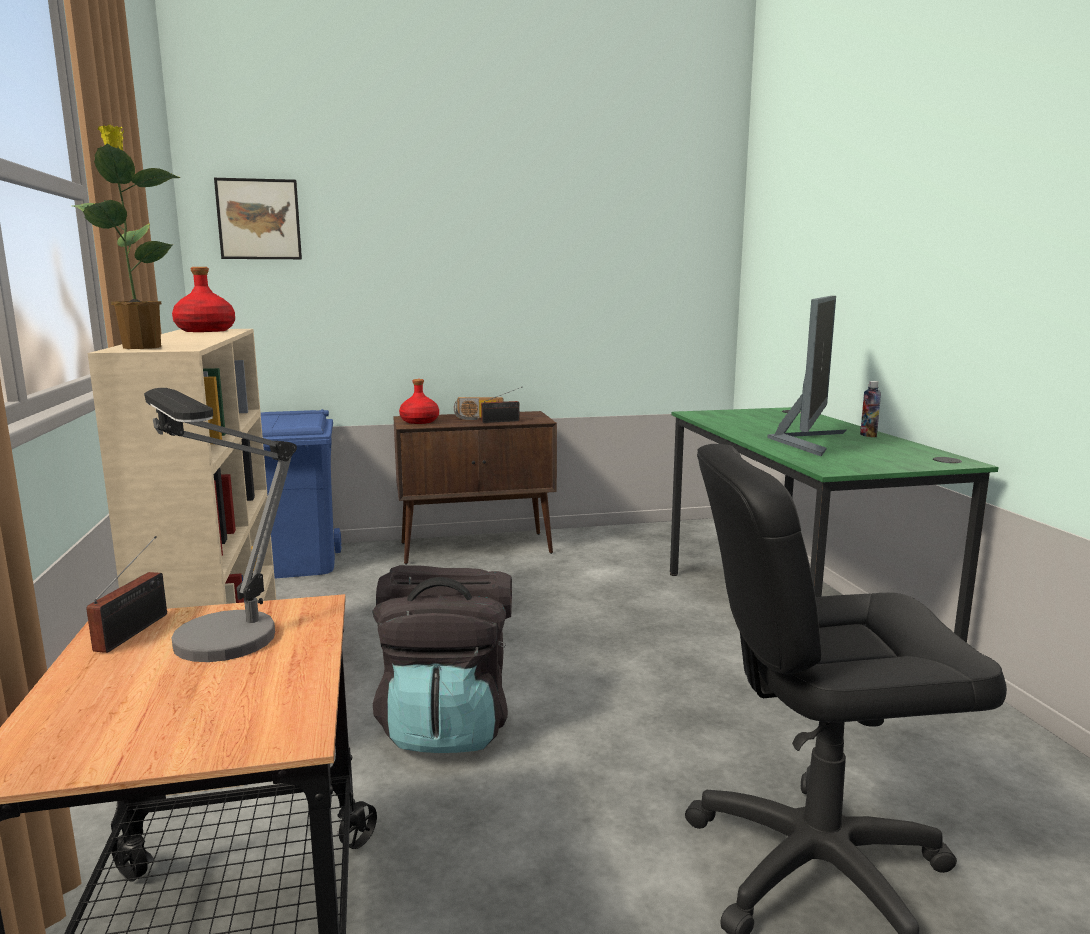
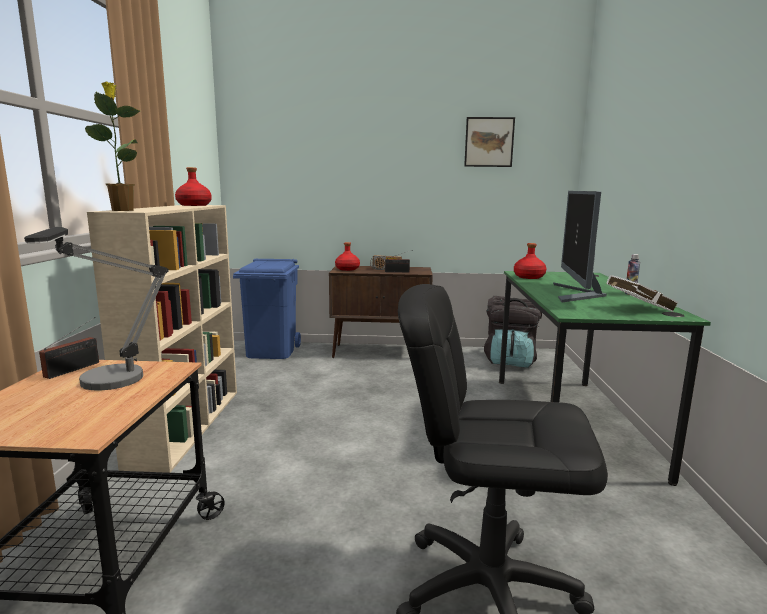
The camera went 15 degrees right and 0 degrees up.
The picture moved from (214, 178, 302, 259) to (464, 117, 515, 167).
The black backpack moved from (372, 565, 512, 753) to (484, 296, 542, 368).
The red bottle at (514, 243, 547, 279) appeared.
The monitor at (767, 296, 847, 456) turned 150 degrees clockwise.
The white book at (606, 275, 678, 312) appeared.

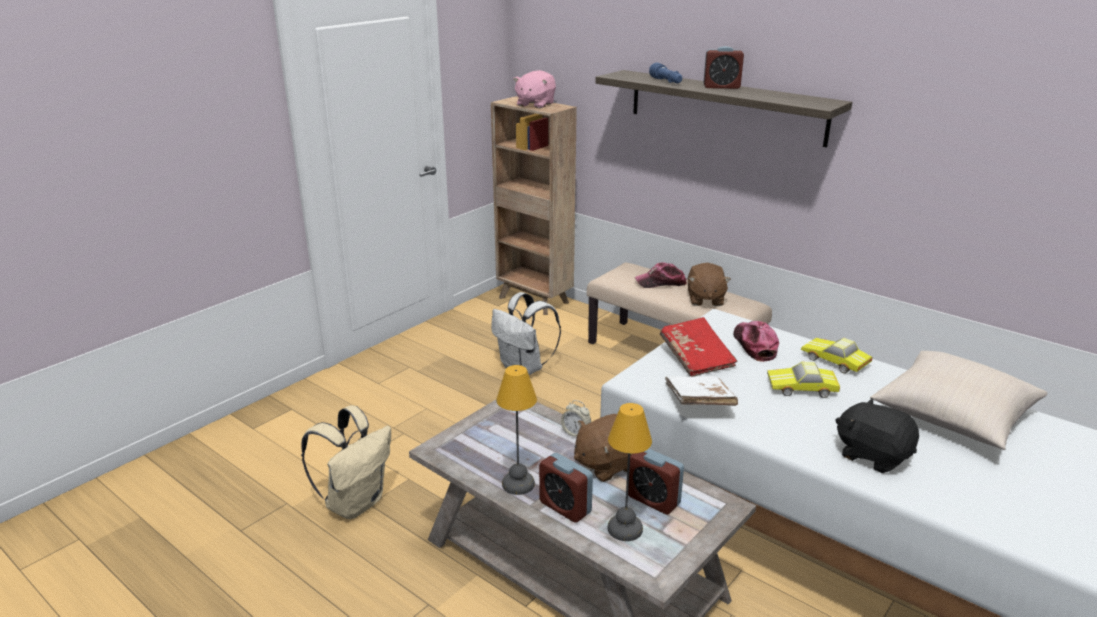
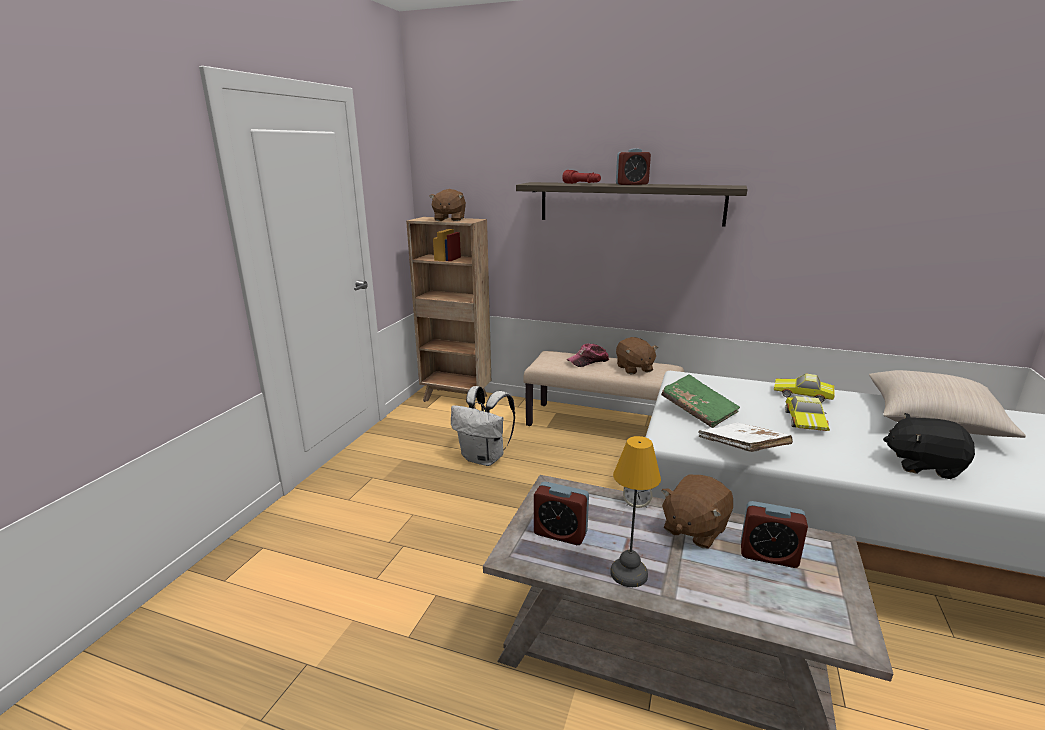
The camera went 20 degrees left and 5 degrees down.
The pink plush toy at (513, 70, 556, 108) became the brown plush toy at (430, 189, 466, 221).
The alarm clock moved from (539, 453, 593, 523) to (534, 481, 589, 545).
The blue flashlight at (649, 63, 682, 83) became the red flashlight at (563, 170, 601, 184).
The red book at (660, 317, 737, 377) became the green book at (661, 374, 740, 428).
The toy car at (767, 361, 840, 398) turned 60 degrees counterclockwise.
The beige backpack at (301, 405, 391, 519) disappeared.
The table lamp at (608, 403, 652, 541) disappeared.
The cap at (733, 321, 779, 362) disappeared.

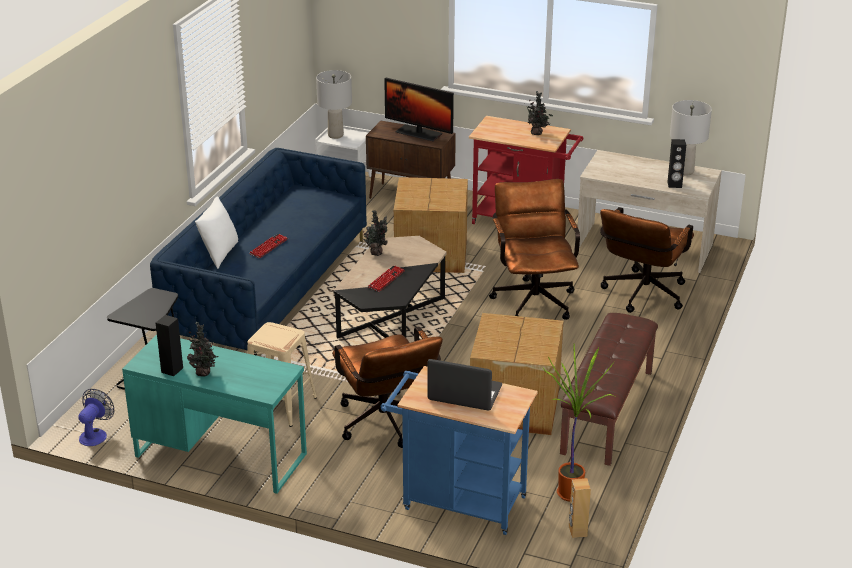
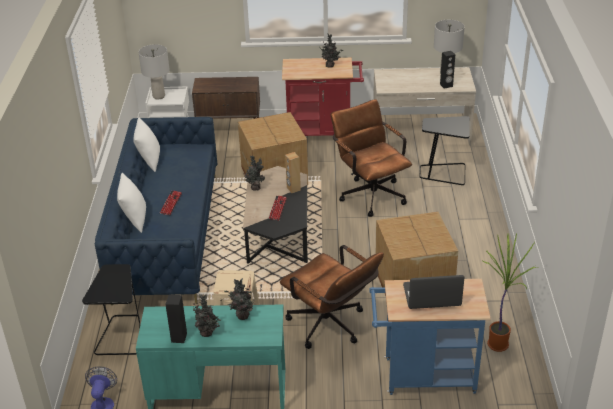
The camera went 20 degrees left and 5 degrees up.
The white pillow at (133, 118, 160, 172) appeared.
The potted plant at (224, 278, 254, 320) appeared.
The brown speaker moved from (569, 478, 591, 538) to (285, 152, 301, 193).
The brown office chair at (600, 207, 694, 313) was replaced by the black side table at (419, 116, 470, 185).
The monitor at (384, 78, 454, 141) disappeared.
The brown bench at (560, 313, 658, 466) disappeared.

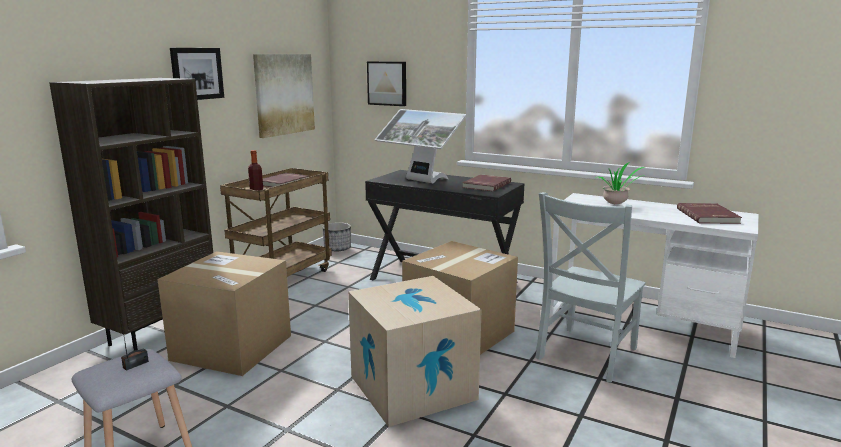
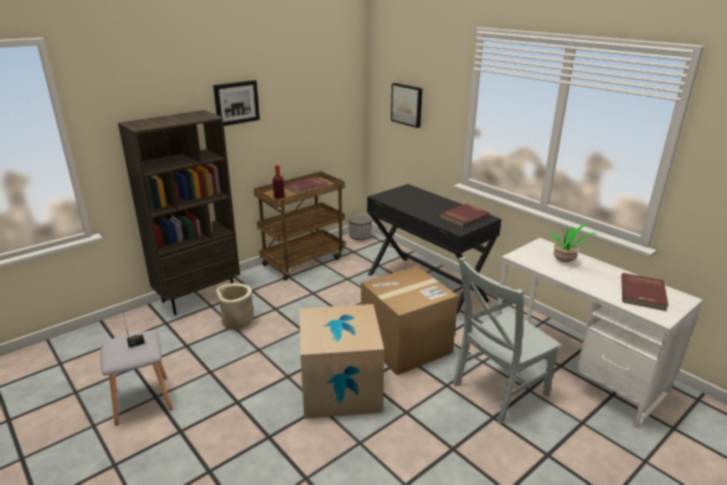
The camera went 20 degrees right and 10 degrees up.
The cardboard box at (157, 251, 291, 376) was replaced by the beige planter at (216, 283, 254, 330).
The picture at (253, 54, 315, 138) disappeared.
The monitor at (375, 109, 467, 183) disappeared.

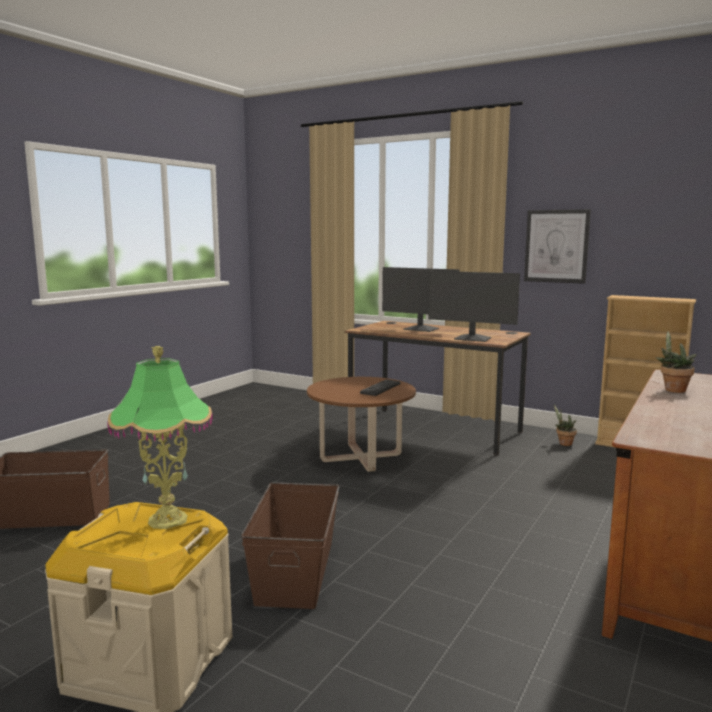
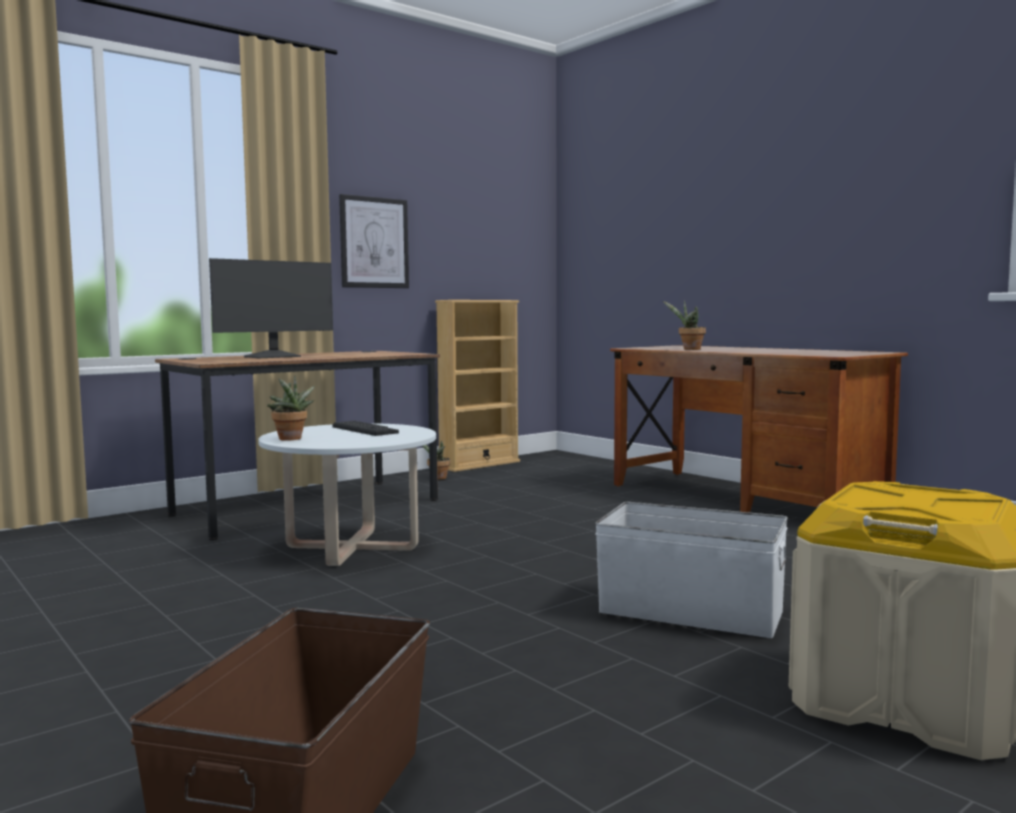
The camera went 70 degrees left and 5 degrees down.
The brown coffee table at (307, 377, 416, 472) became the white coffee table at (258, 423, 436, 566).
The potted plant at (267, 376, 315, 441) appeared.
The brown storage box at (241, 482, 339, 609) became the white storage box at (595, 502, 788, 638).
The table lamp at (107, 346, 213, 529) disappeared.
The monitor at (429, 271, 520, 342) disappeared.

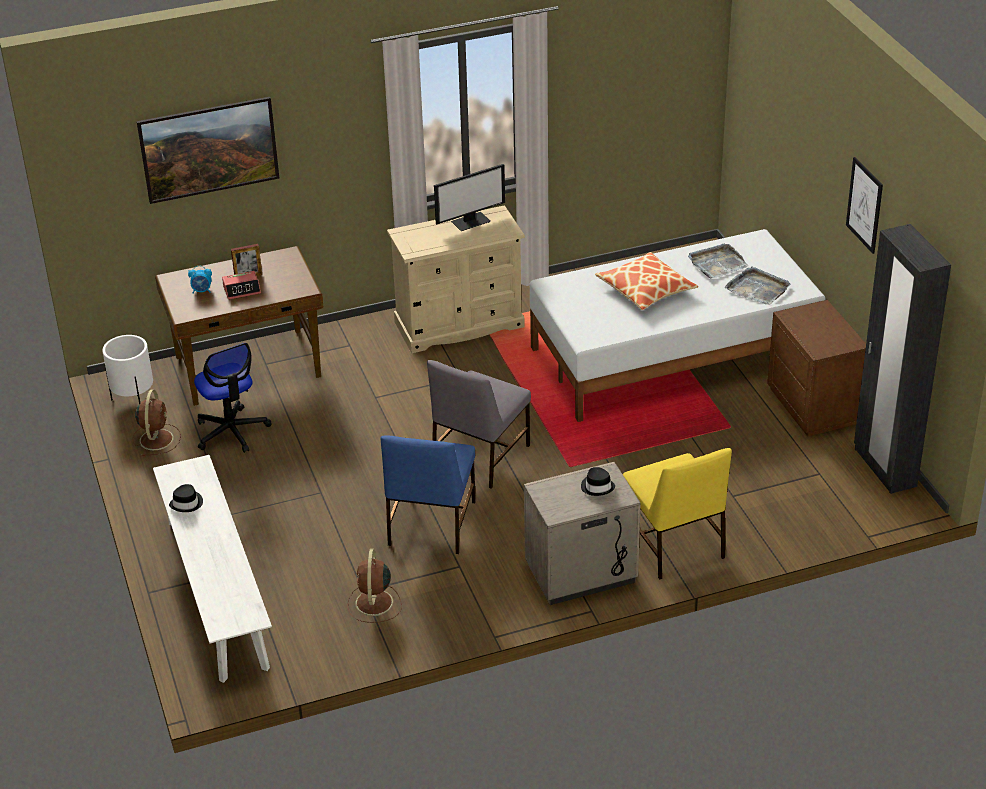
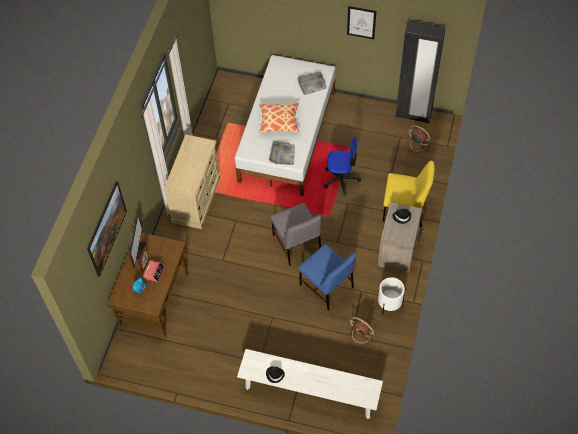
The camera went 55 degrees left and 20 degrees up.
The monitor moved from (434, 164, 505, 231) to (129, 214, 146, 268).
The grey tray moved from (688, 244, 748, 279) to (269, 141, 295, 165).
The office chair moved from (194, 343, 272, 453) to (324, 137, 361, 196).
The white planter moved from (102, 335, 153, 404) to (378, 277, 405, 315).
The brown fan moved from (132, 390, 181, 456) to (405, 125, 431, 154).
The brown nightstand at (767, 300, 866, 437) disappeared.

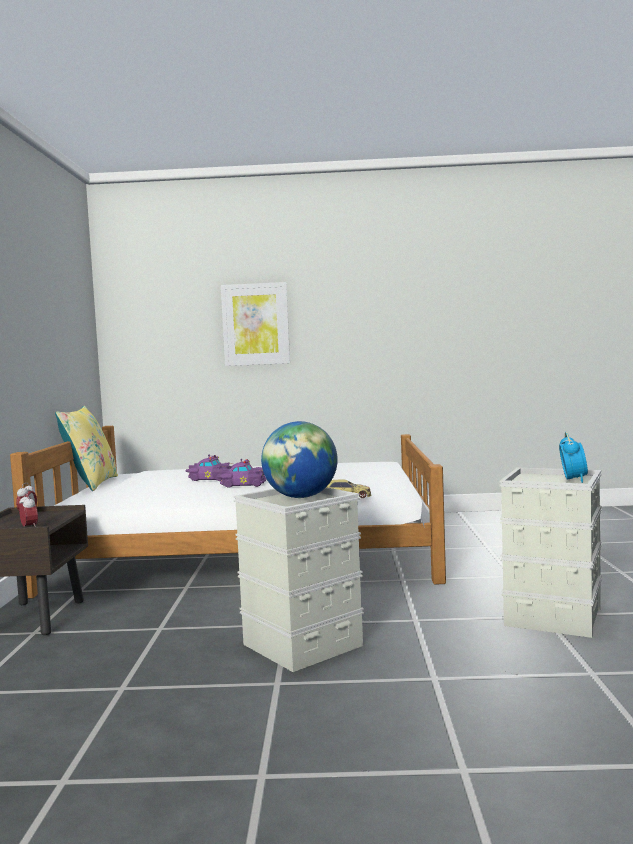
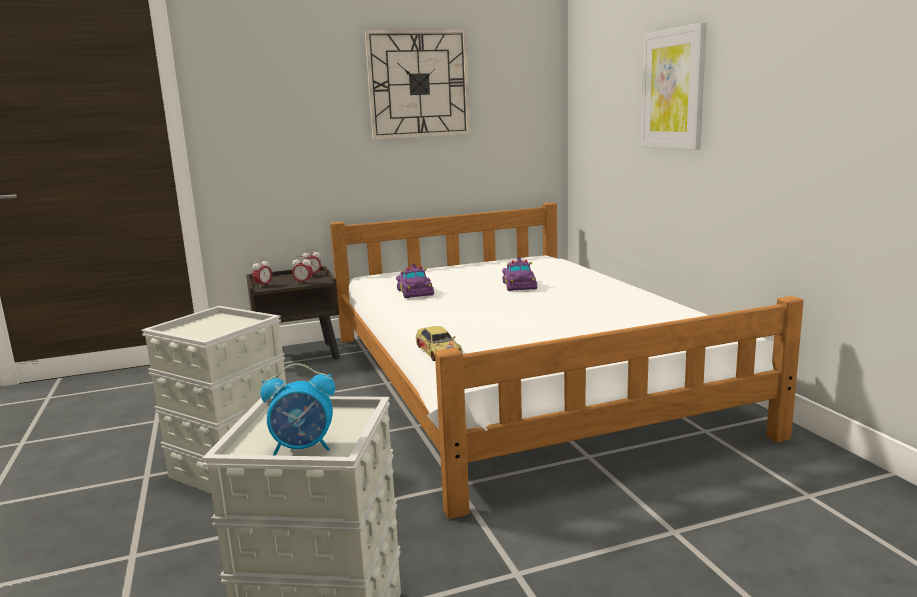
The camera went 70 degrees right and 10 degrees up.
The alarm clock at (292, 256, 313, 284) appeared.
The wall clock at (365, 29, 470, 140) appeared.
The purple toy car moved from (218, 459, 267, 487) to (396, 264, 434, 298).
The yellow pillow at (55, 406, 118, 491) disappeared.
The globe at (261, 421, 338, 498) disappeared.

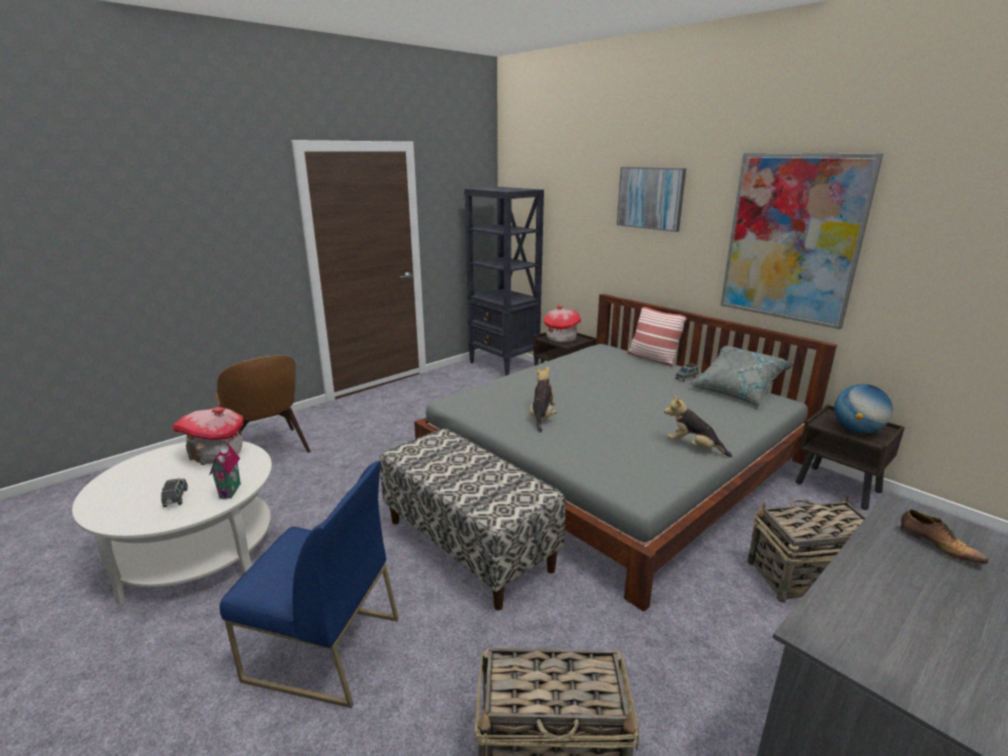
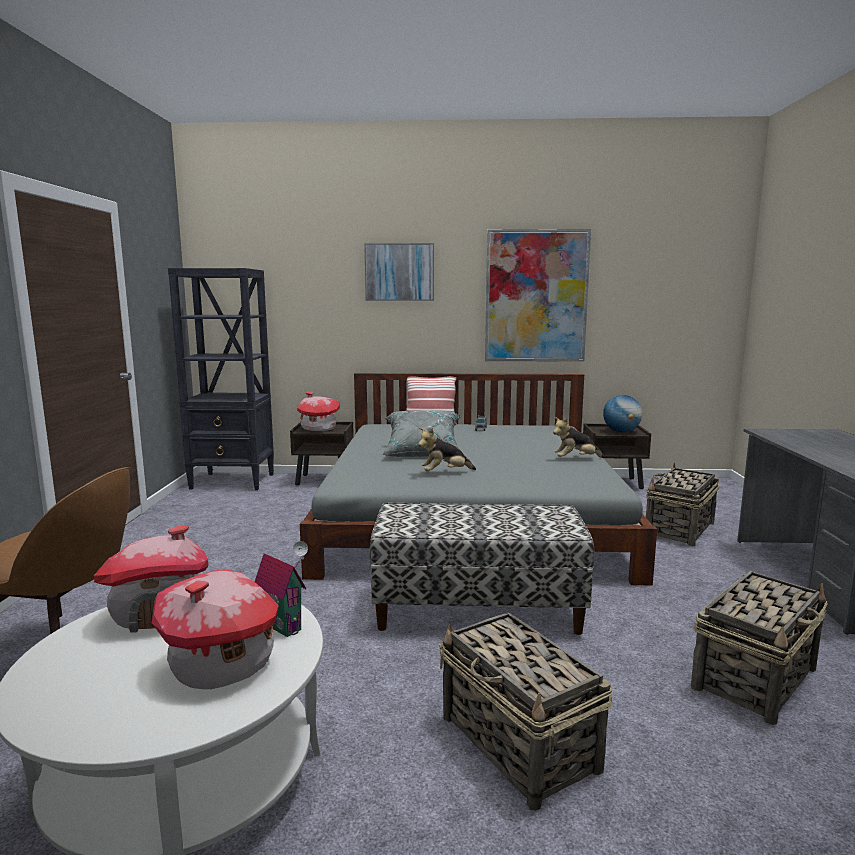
The camera went 45 degrees left and 10 degrees down.
The grey toy car at (161, 478, 188, 507) was replaced by the toy house at (152, 570, 279, 689).
The grey pillow moved from (689, 346, 793, 406) to (382, 411, 461, 457).
The plush toy at (530, 366, 557, 433) turned 75 degrees counterclockwise.
The blue chair at (219, 461, 399, 708) was replaced by the basket at (439, 612, 612, 811).
The shoe at (900, 509, 988, 565) disappeared.

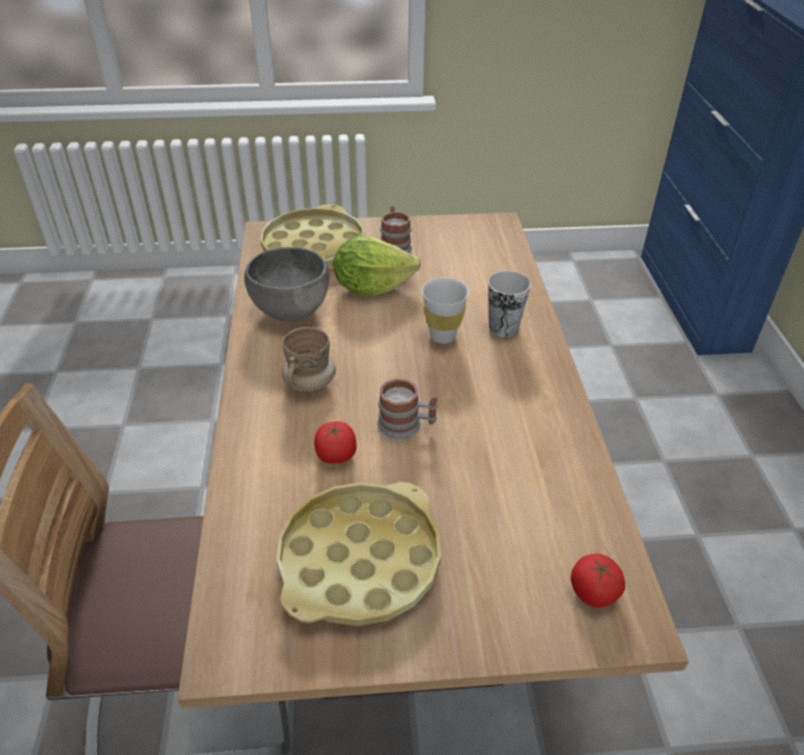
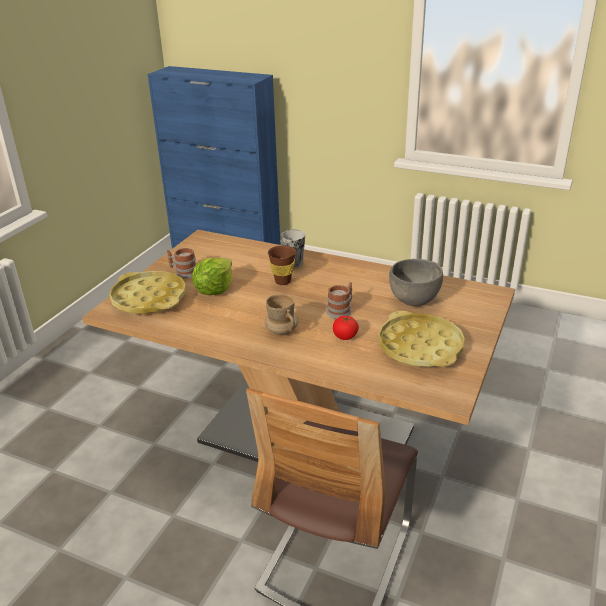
The camera went 60 degrees left and 10 degrees down.
The white cup at (422, 277, 469, 344) became the brown cup at (268, 246, 296, 285).
The grey bowl moved from (244, 247, 329, 322) to (389, 259, 443, 306).
The tomato at (571, 554, 625, 608) disappeared.

